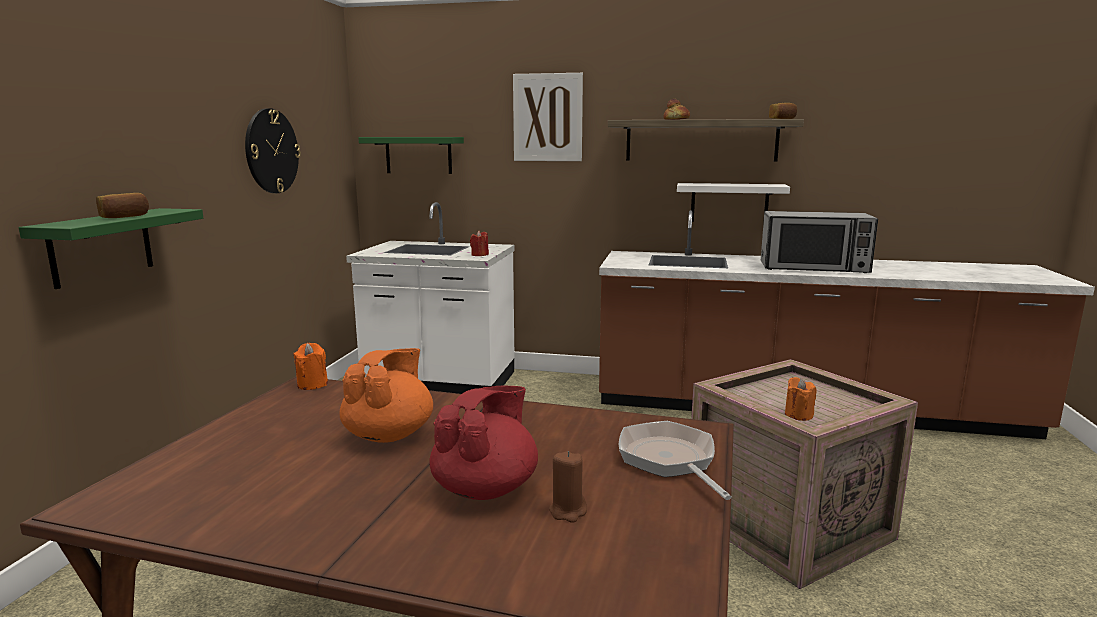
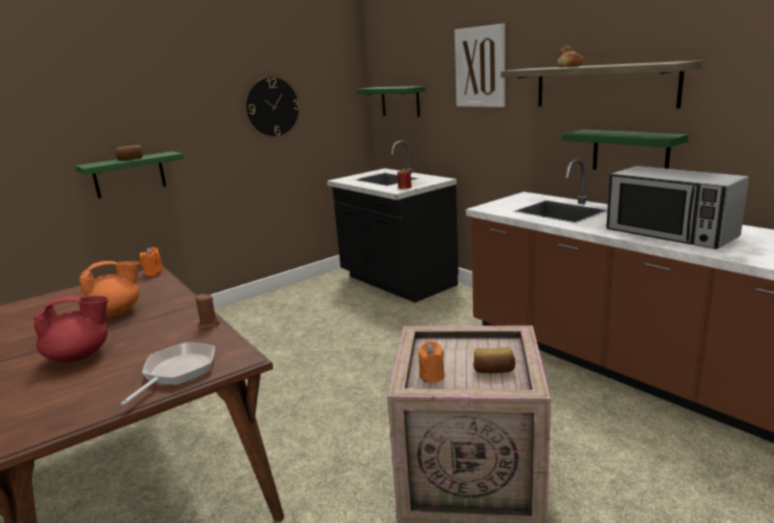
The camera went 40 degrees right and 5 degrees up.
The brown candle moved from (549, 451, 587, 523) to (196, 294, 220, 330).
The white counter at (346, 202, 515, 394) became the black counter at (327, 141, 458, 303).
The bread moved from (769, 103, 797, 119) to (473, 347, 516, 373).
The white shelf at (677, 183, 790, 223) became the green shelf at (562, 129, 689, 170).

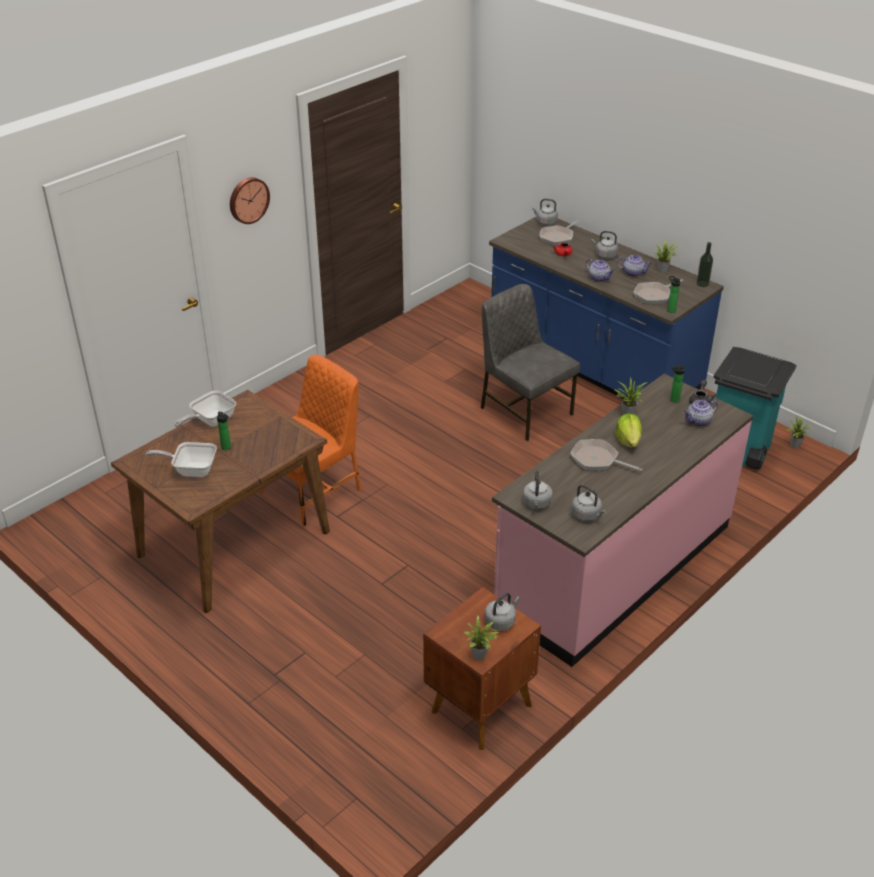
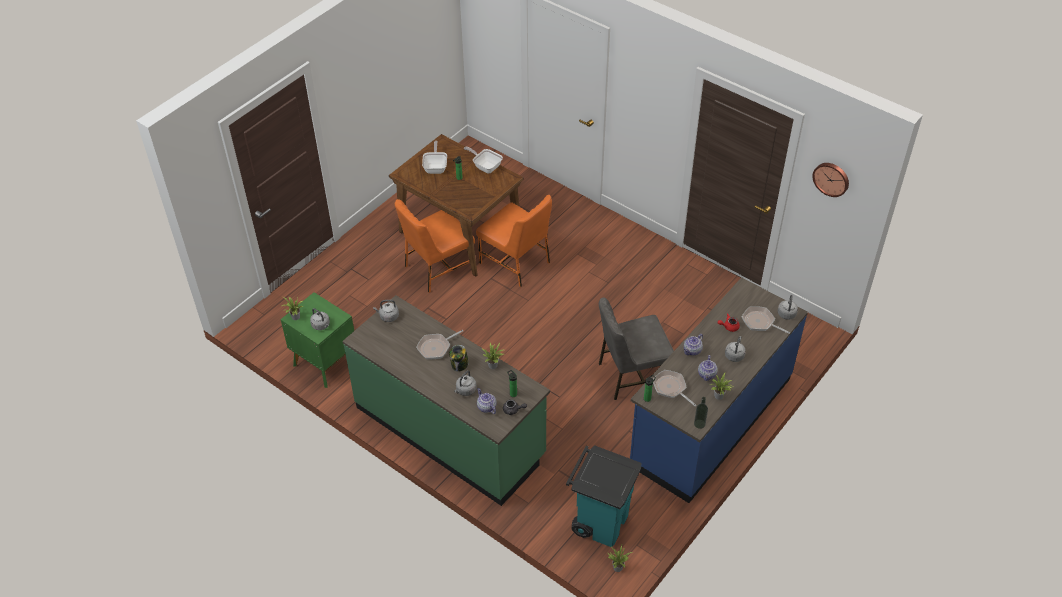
The camera went 85 degrees right and 10 degrees up.
The brown nightstand at (423, 587, 541, 750) became the green nightstand at (280, 292, 354, 388).
The pink counter at (492, 374, 753, 667) became the green counter at (343, 295, 550, 506).
The orange chair at (395, 199, 475, 293) appeared.
The frying pan at (571, 439, 642, 471) turned 150 degrees counterclockwise.
The lettuce at (615, 413, 642, 447) was replaced by the jar at (449, 345, 469, 371).
The grey kettle moved from (571, 485, 606, 521) to (454, 370, 477, 396).
The grey chair at (481, 284, 580, 441) turned 150 degrees counterclockwise.
The wall clock moved from (230, 177, 270, 224) to (812, 163, 849, 197).

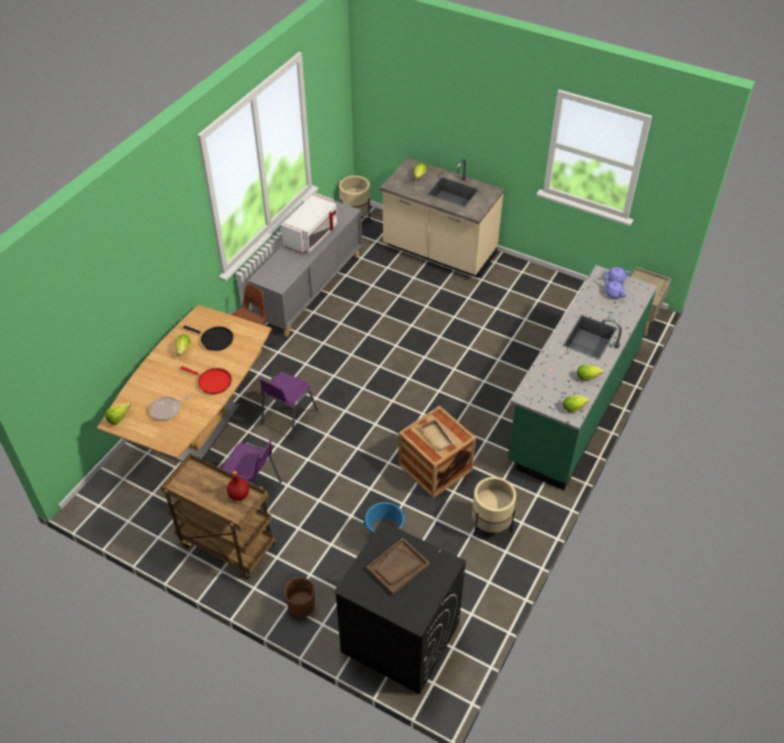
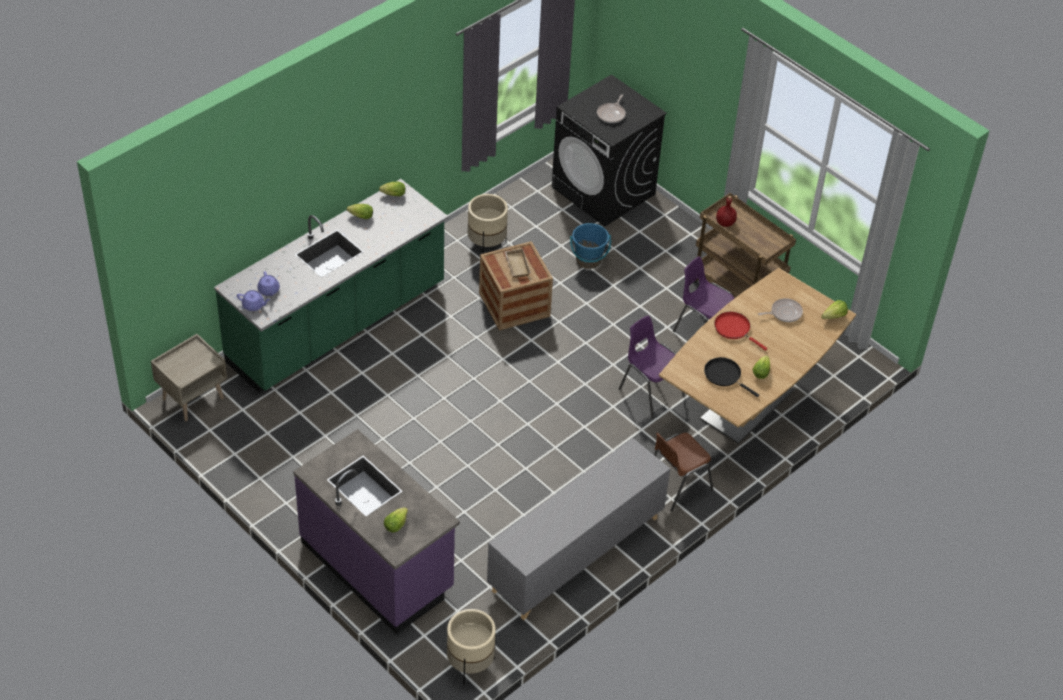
The camera went 165 degrees left and 0 degrees up.
The beige counter at (380, 158, 505, 278) became the purple counter at (293, 429, 460, 634).
The brown tray at (366, 538, 430, 595) was replaced by the frying pan at (597, 94, 626, 123).
The purple chair at (259, 372, 318, 440) turned 90 degrees counterclockwise.
The white microwave at (281, 193, 337, 254) disappeared.
The brown planter at (284, 577, 315, 618) disappeared.

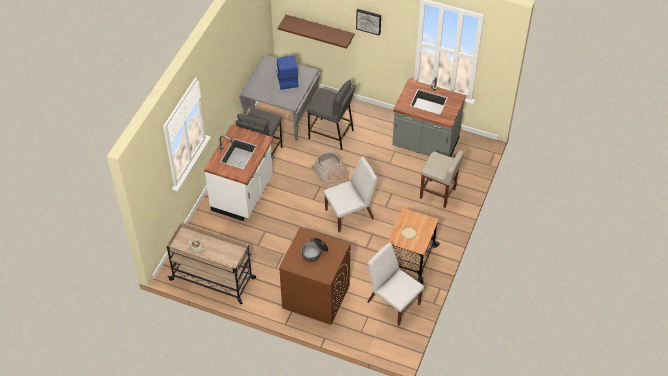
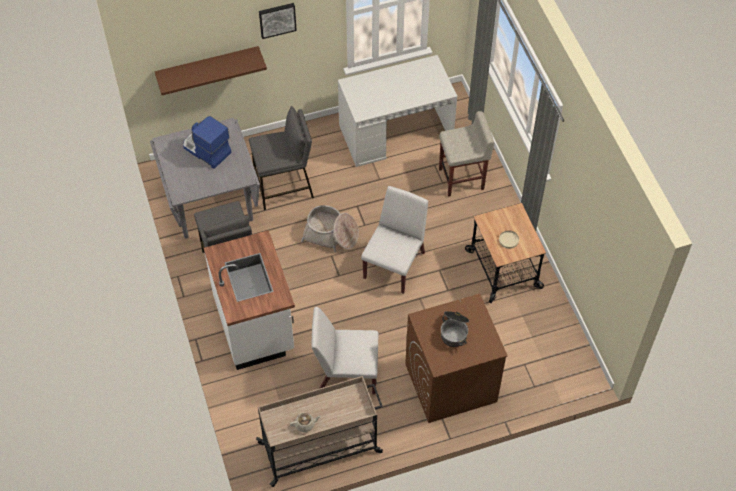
The camera went 40 degrees left and 5 degrees up.
The white chair moved from (367, 242, 424, 325) to (311, 307, 379, 395).
The grey counter at (392, 77, 466, 157) was replaced by the white desk at (338, 55, 457, 167).

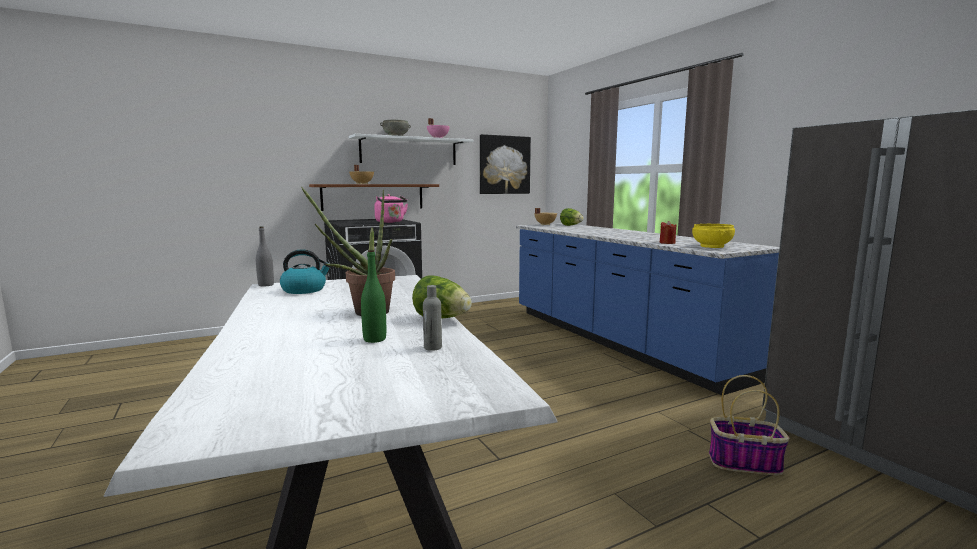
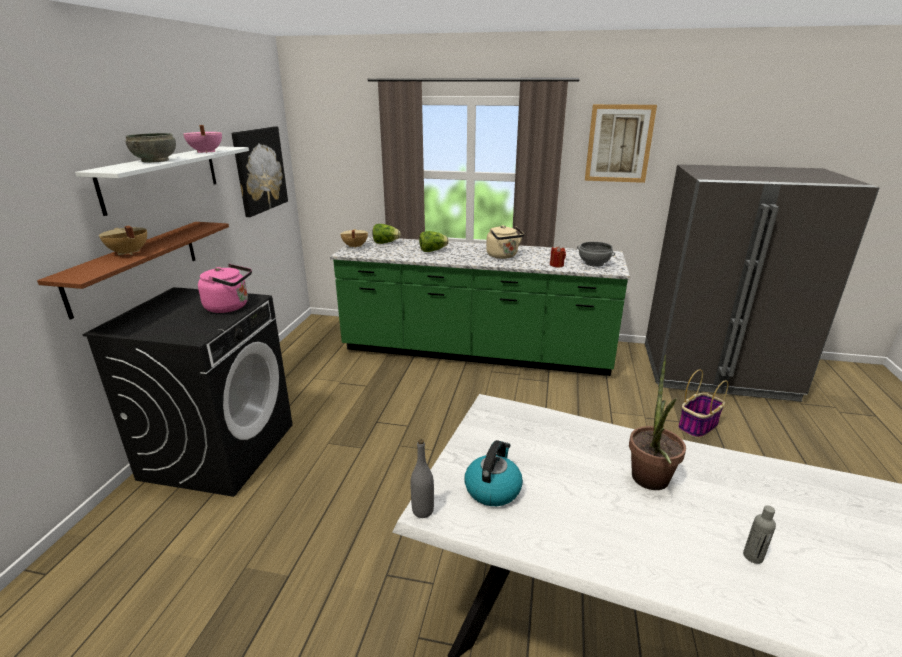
The camera went 50 degrees left and 15 degrees up.
The blue counter at (516, 223, 780, 395) became the green counter at (330, 237, 630, 376).
The lettuce moved from (412, 276, 472, 319) to (419, 231, 449, 252).
The beige kettle at (486, 225, 524, 259) appeared.
The yellow bowl at (692, 224, 735, 248) became the grey bowl at (577, 242, 615, 267).
The picture at (585, 104, 657, 183) appeared.
The grey bottle moved from (423, 285, 442, 351) to (743, 505, 776, 564).
The green bottle at (361, 250, 386, 343) disappeared.

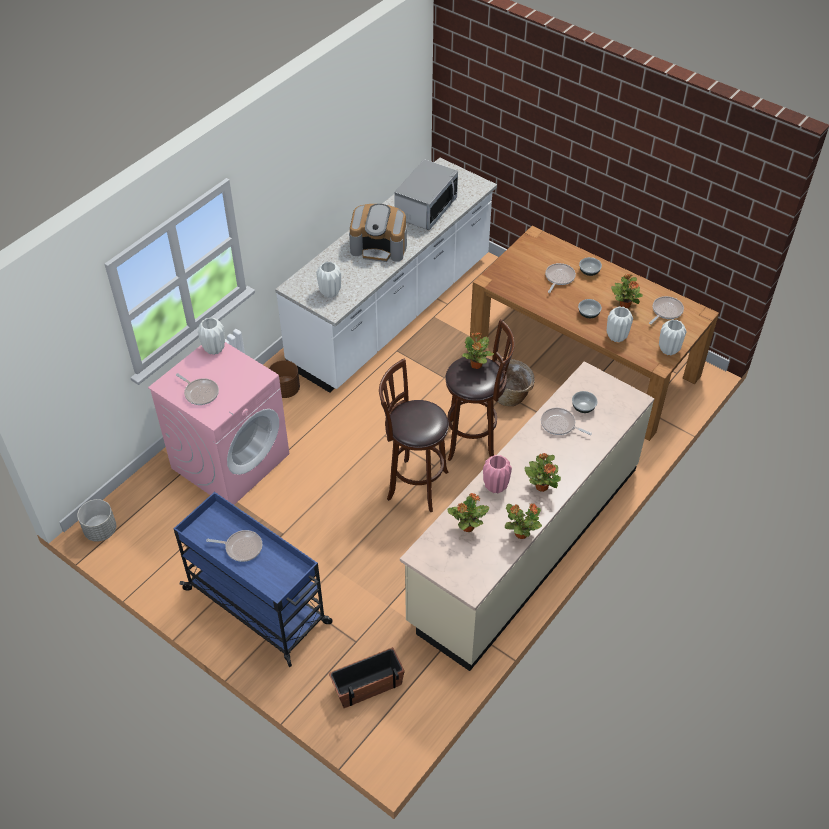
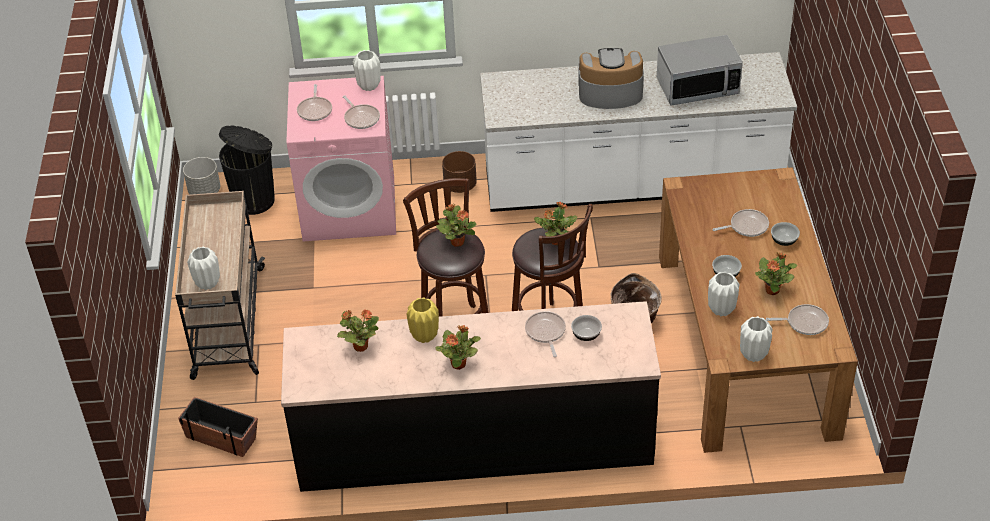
The camera went 50 degrees right and 5 degrees down.
The blue cart at (174, 492, 332, 667) became the beige cart at (175, 191, 265, 380).
The white vase moved from (316, 262, 341, 298) to (187, 247, 220, 290).
The black trash can at (219, 126, 275, 215) appeared.
The beige counter at (400, 361, 654, 671) became the black counter at (281, 301, 661, 492).
The frying pan moved from (206, 530, 262, 562) to (343, 96, 380, 129).
The pink vase at (483, 455, 512, 493) became the yellow vase at (406, 297, 439, 343).
The potted plant moved from (504, 503, 542, 539) to (436, 204, 477, 247).
The coffee machine at (349, 204, 407, 262) turned 120 degrees clockwise.

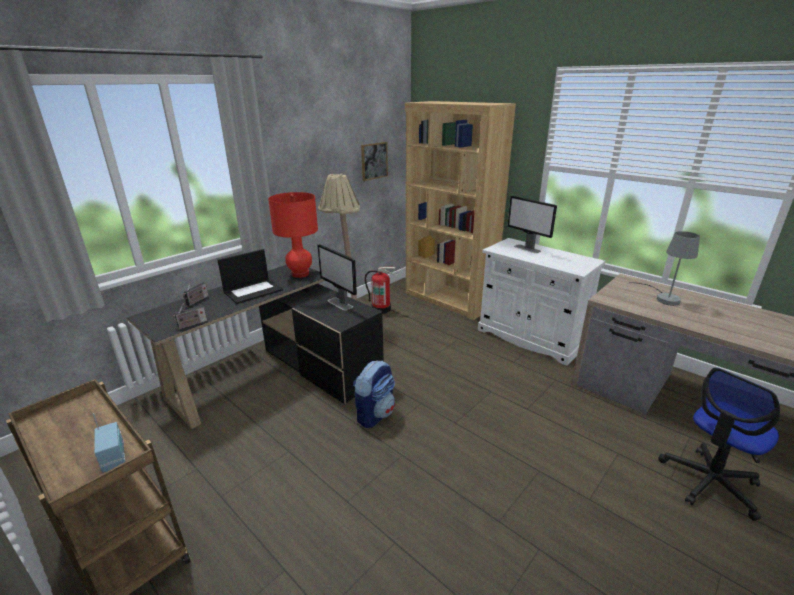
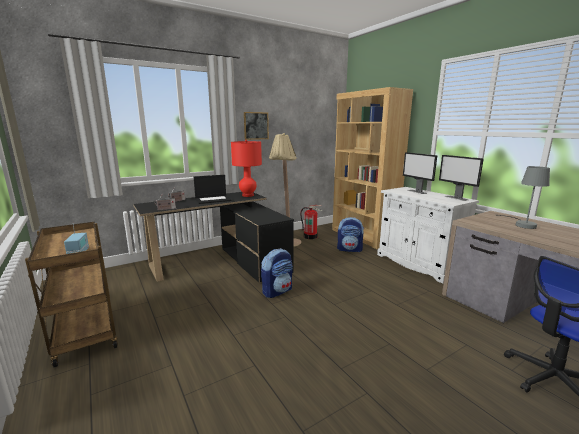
The camera went 15 degrees right and 10 degrees down.
The picture moved from (361, 142, 388, 181) to (244, 112, 269, 140).
The backpack at (337, 217, 364, 252) appeared.
The monitor moved from (317, 244, 357, 311) to (439, 155, 484, 201).

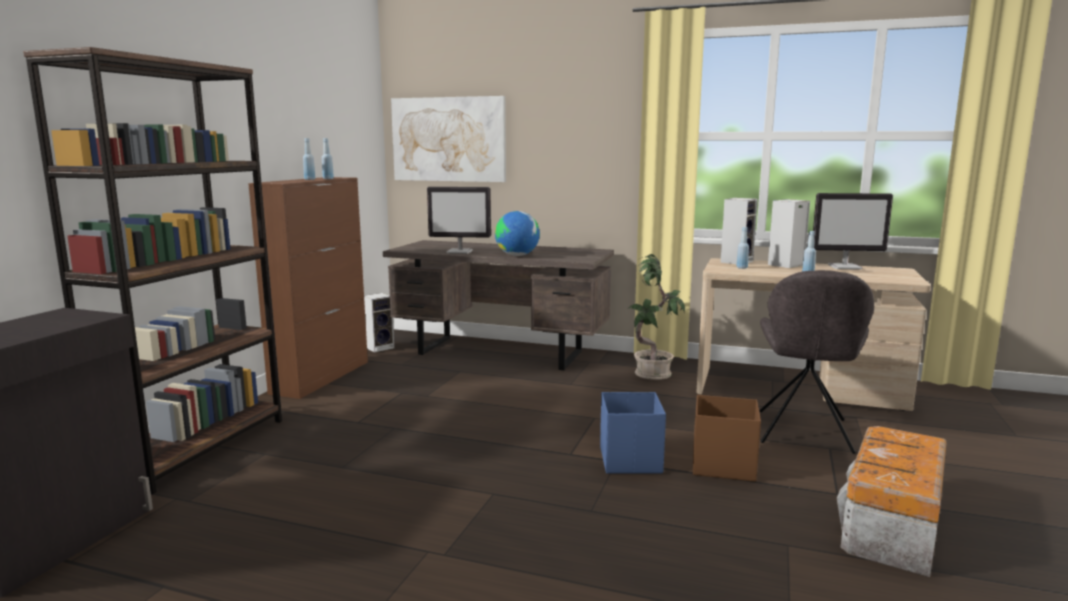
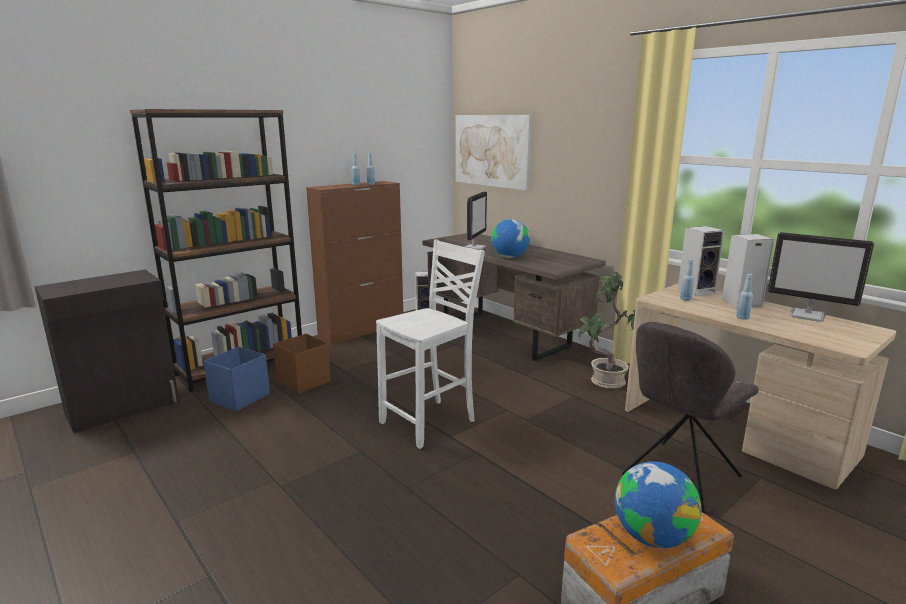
The camera went 30 degrees right and 5 degrees up.
The blue storage box moved from (600, 392, 666, 474) to (204, 347, 270, 411).
The brown storage box moved from (693, 395, 761, 482) to (273, 334, 331, 394).
The white chair at (376, 240, 485, 449) appeared.
The monitor at (427, 187, 491, 254) turned 105 degrees counterclockwise.
The globe at (615, 461, 701, 548) appeared.

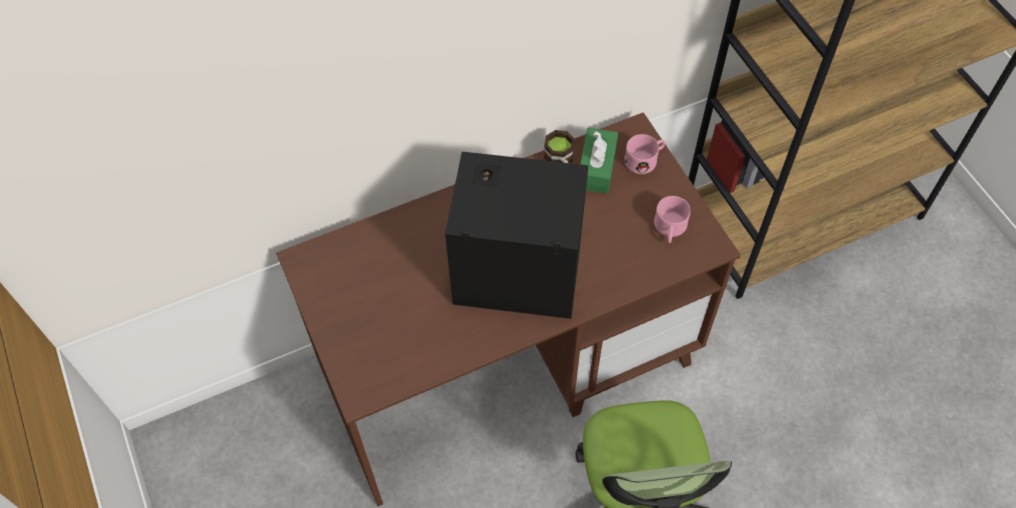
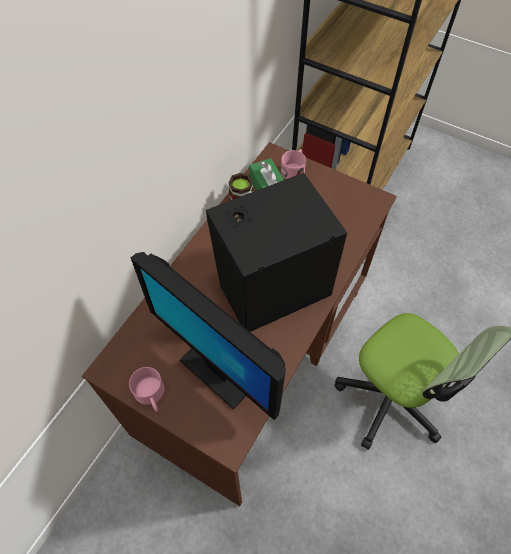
The camera went 35 degrees left and 0 degrees up.
The pink mug moved from (654, 196, 691, 243) to (129, 367, 164, 412).
The monitor at (131, 252, 286, 420) appeared.

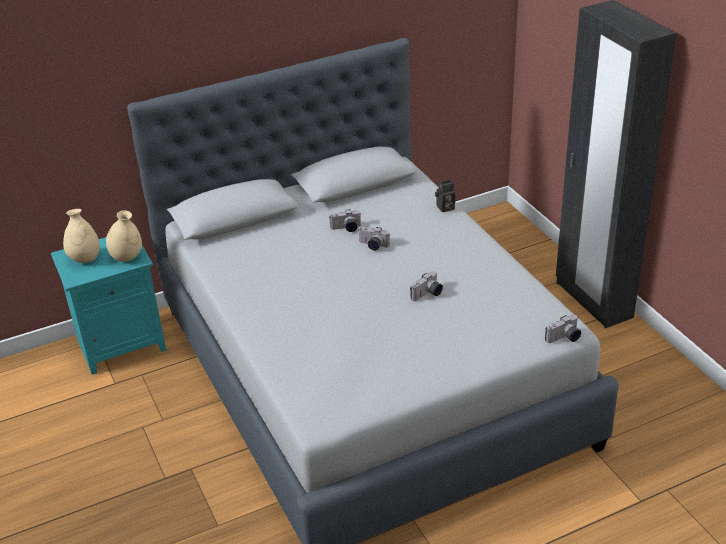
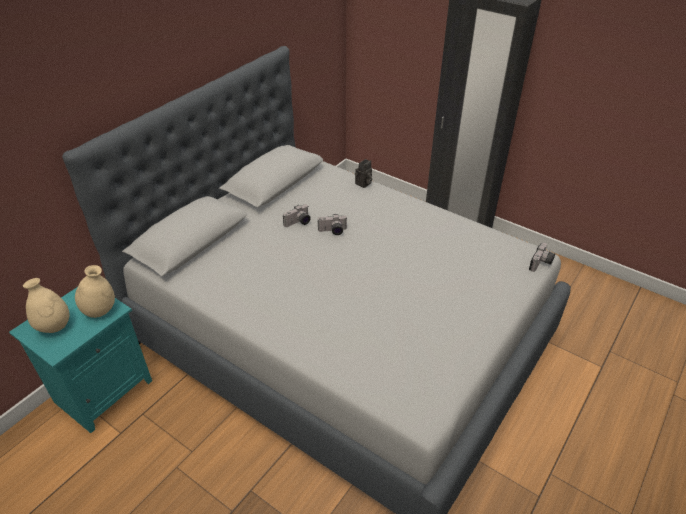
The camera went 30 degrees left and 5 degrees up.
The photo camera at (410, 271, 443, 301) disappeared.

